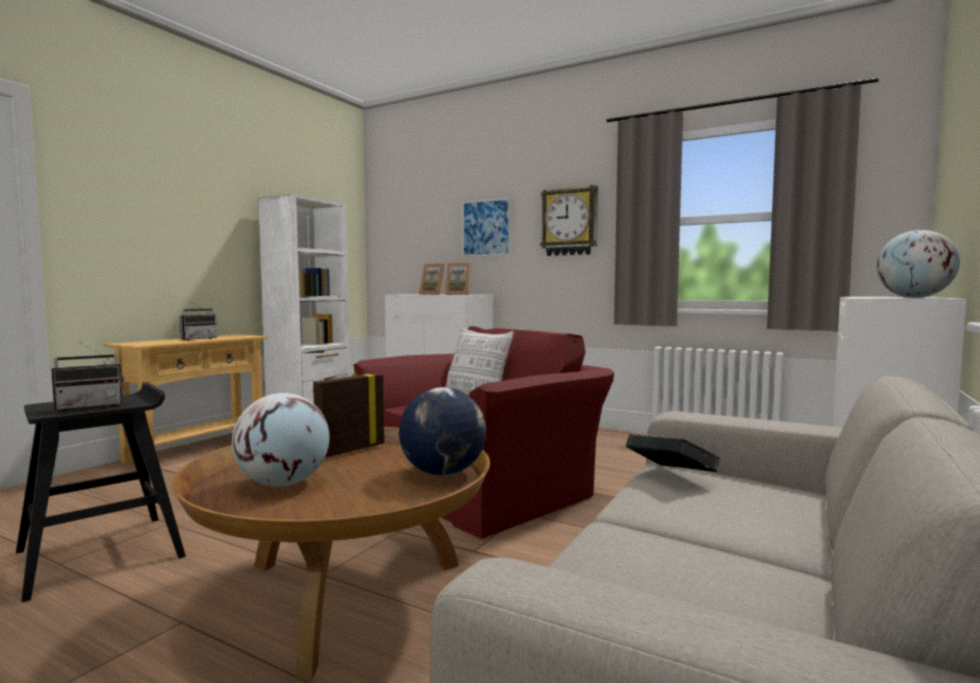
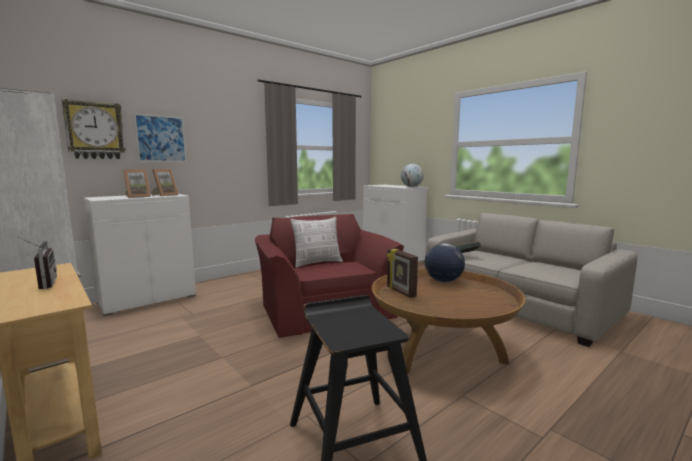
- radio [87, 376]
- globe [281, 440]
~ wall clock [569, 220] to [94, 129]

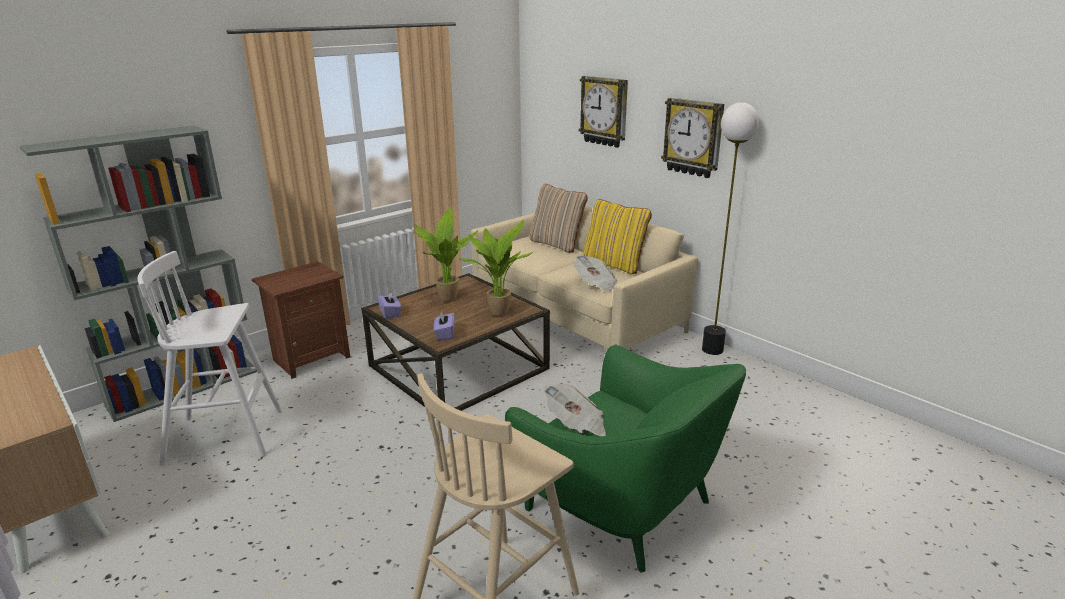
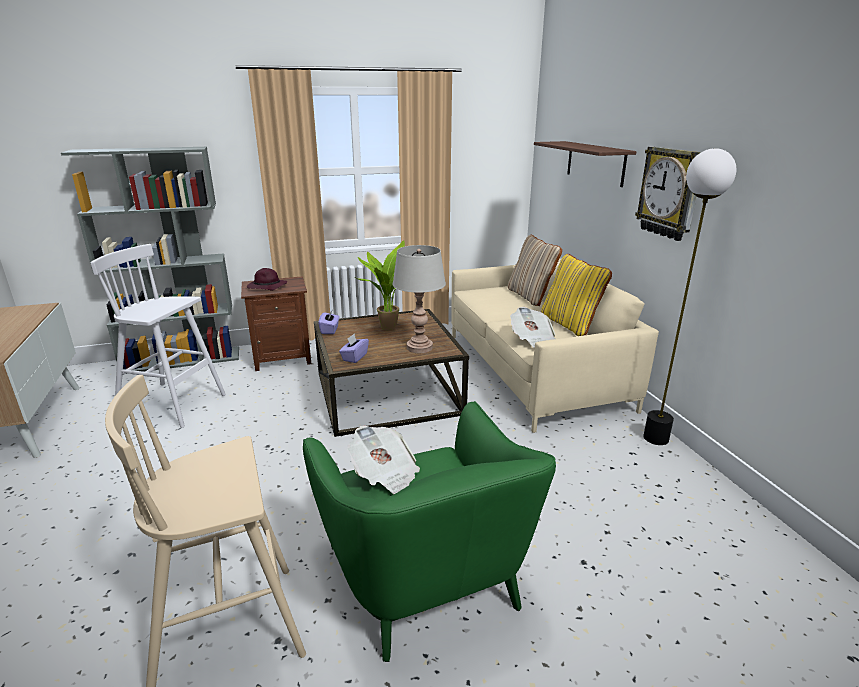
+ hat/purple [267, 279]
~ potted plant [495, 267] to table lamp/grey [419, 299]
~ wall clock [603, 112] to shelf [585, 164]

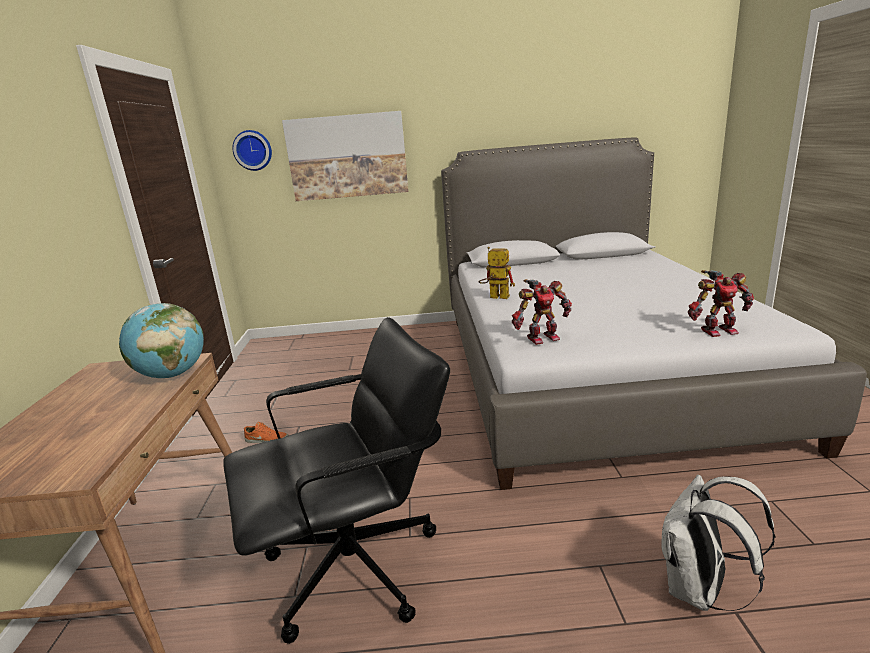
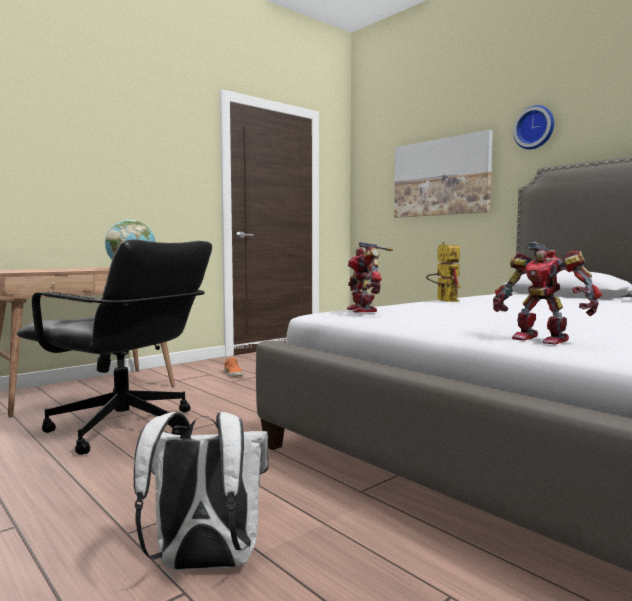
~ wall clock [252, 150] to [533, 127]
~ toy robot [542, 312] = [370, 277] 45 degrees clockwise

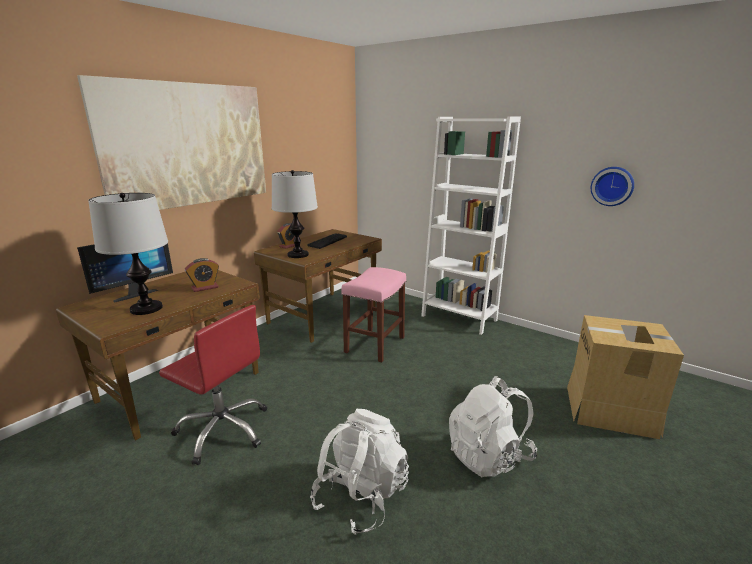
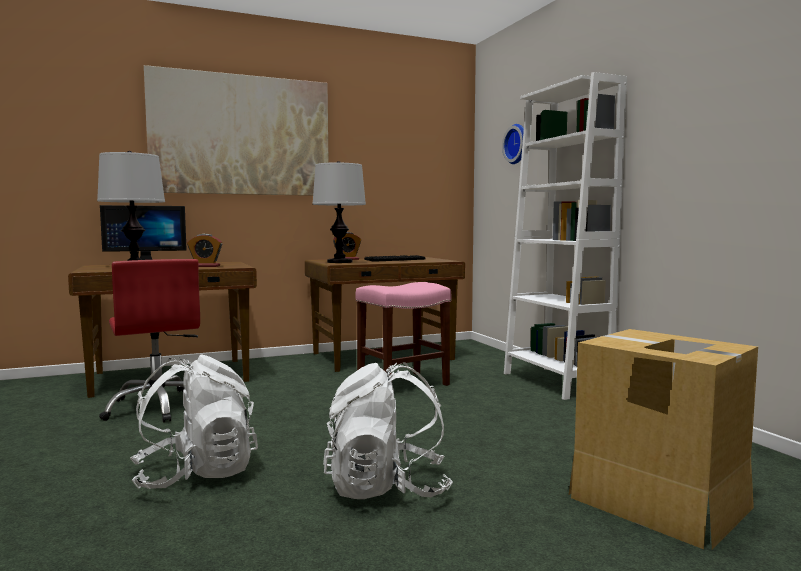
~ wall clock [612, 186] to [513, 144]

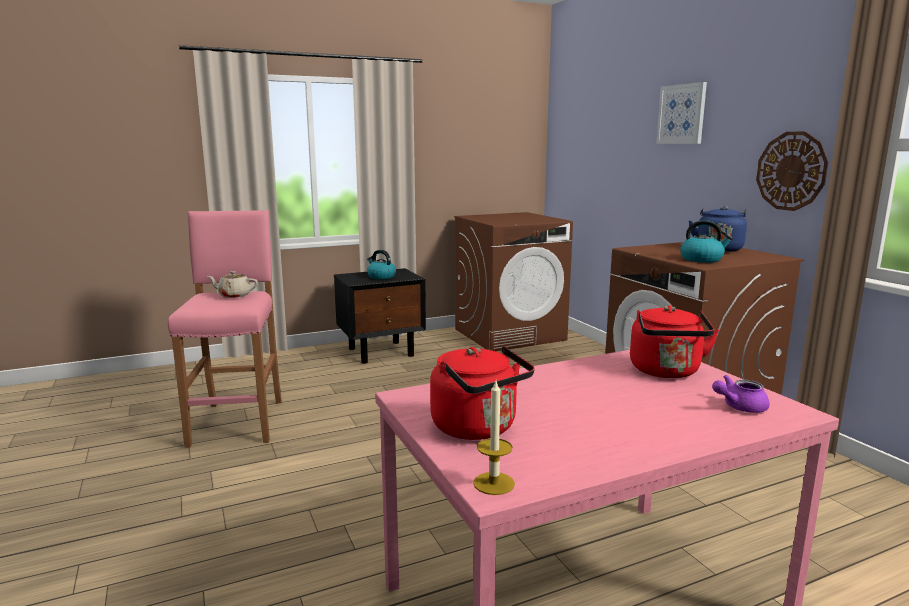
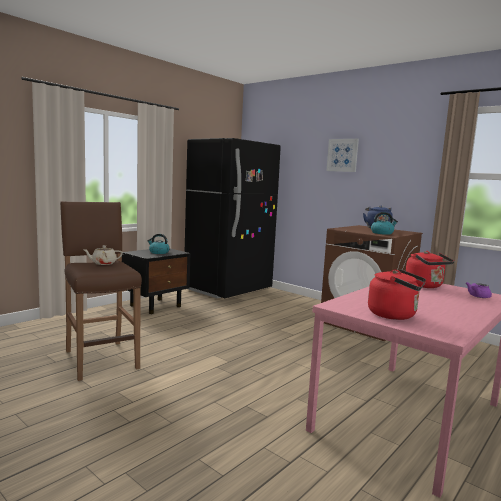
- candle [494, 438]
- wall clock [792, 171]
~ washing machine/brown [513, 281] to fridge/black [233, 218]
~ stool/pink [225, 329] to stool/brown [101, 291]

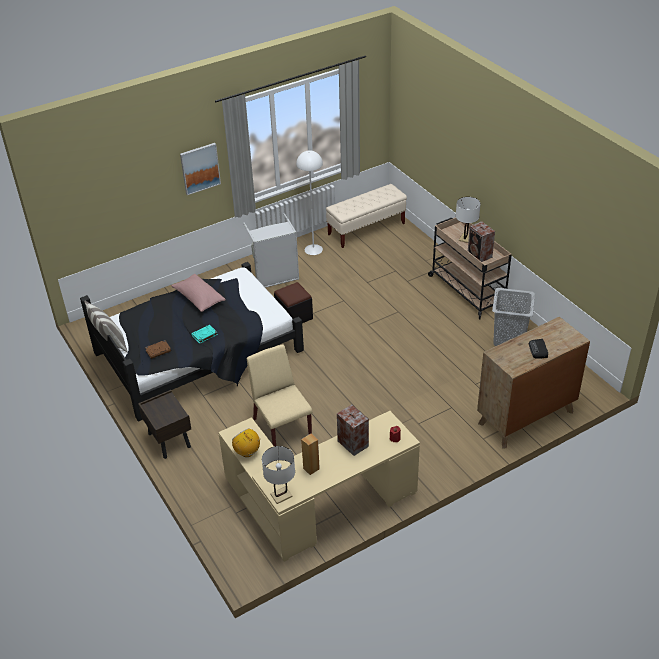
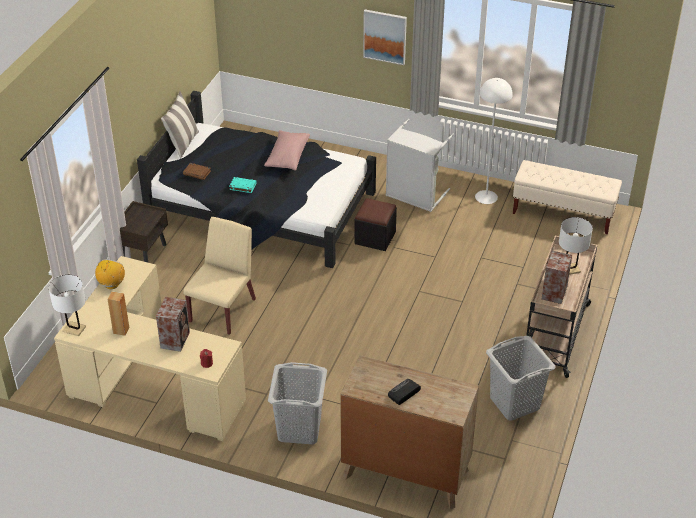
+ laundry basket/grey [297, 403]

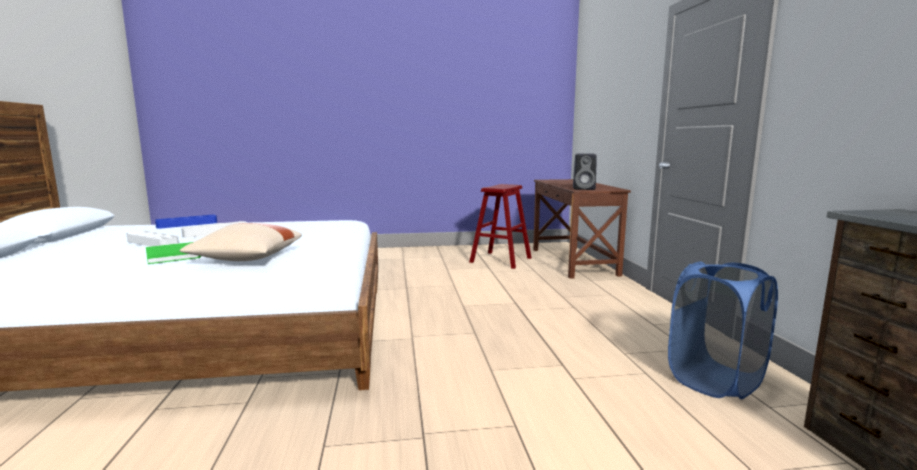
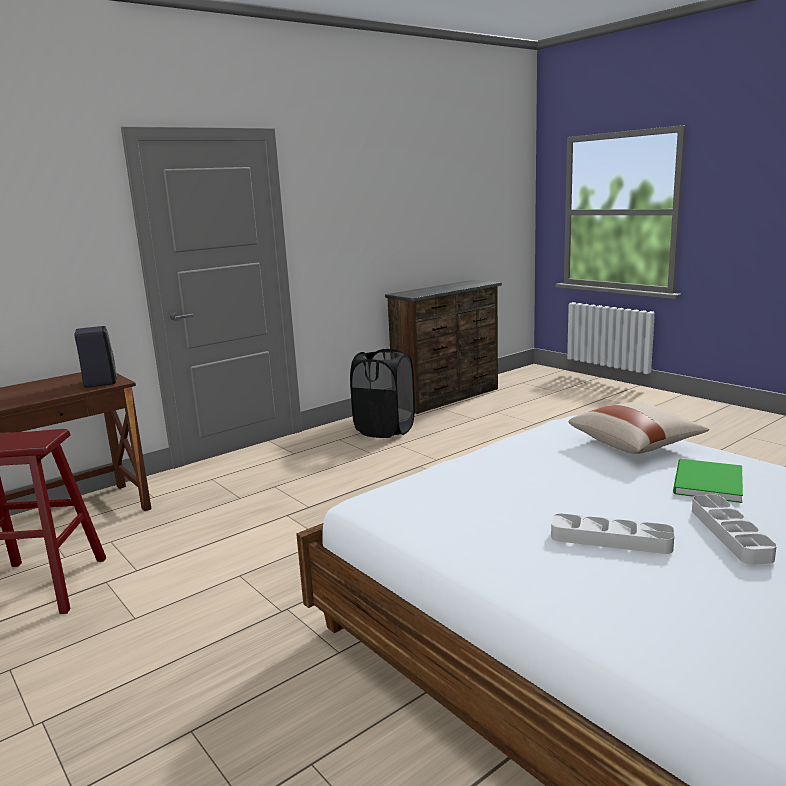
- tray/blue [186, 222]
~ laundry basket/blue [723, 330] to laundry basket/black [382, 393]

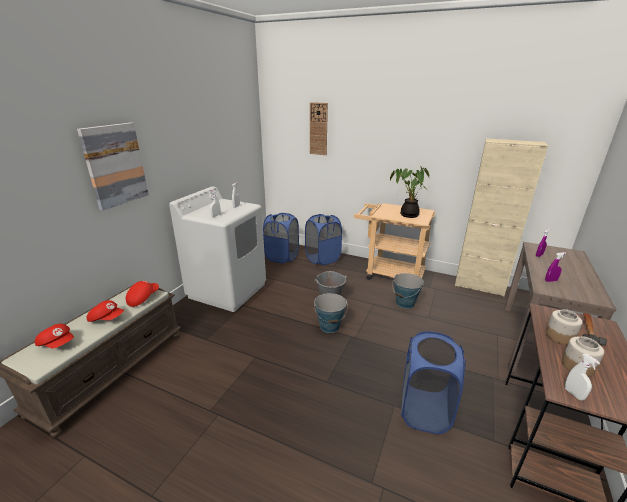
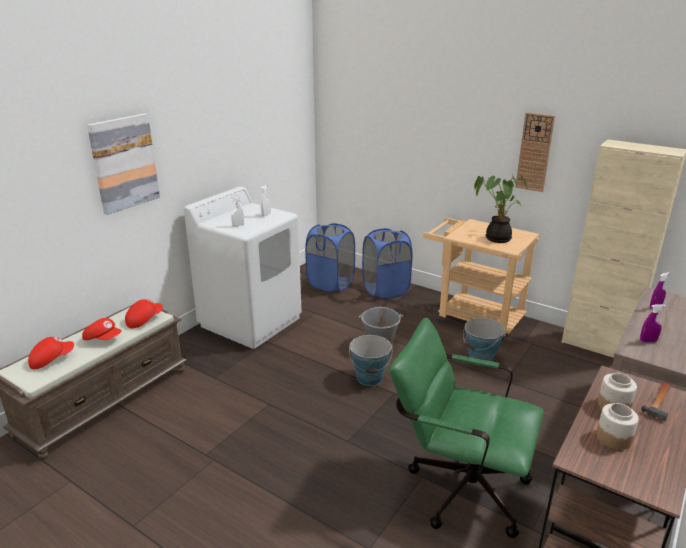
- spray bottle/white [582, 377]
~ wall clock [319, 128] to [535, 152]
~ laundry basket/blue [433, 382] to office chair/green [466, 428]
~ cap/red [54, 336] = [51, 353] 75 degrees counterclockwise

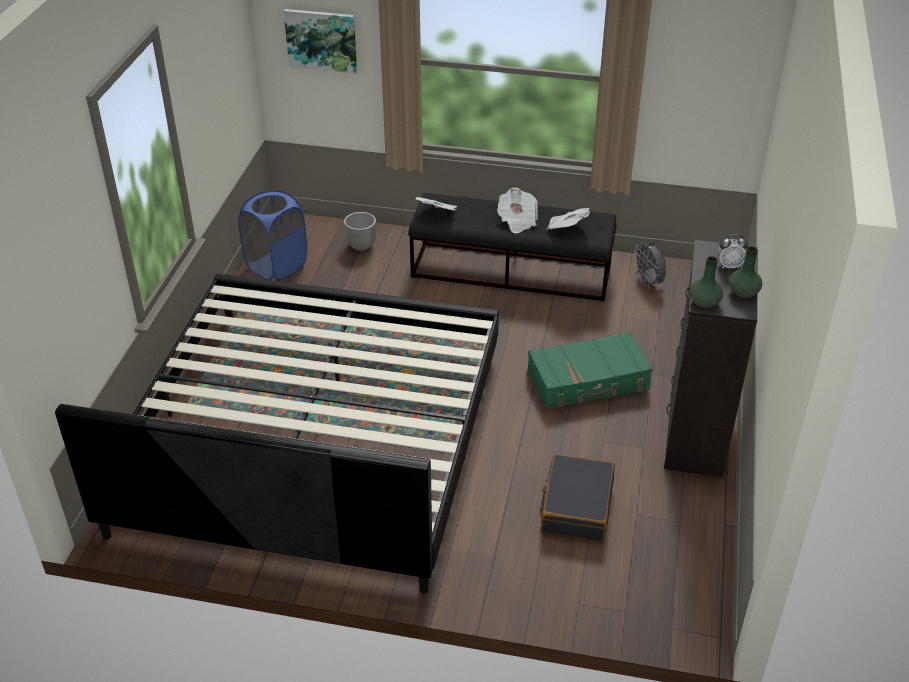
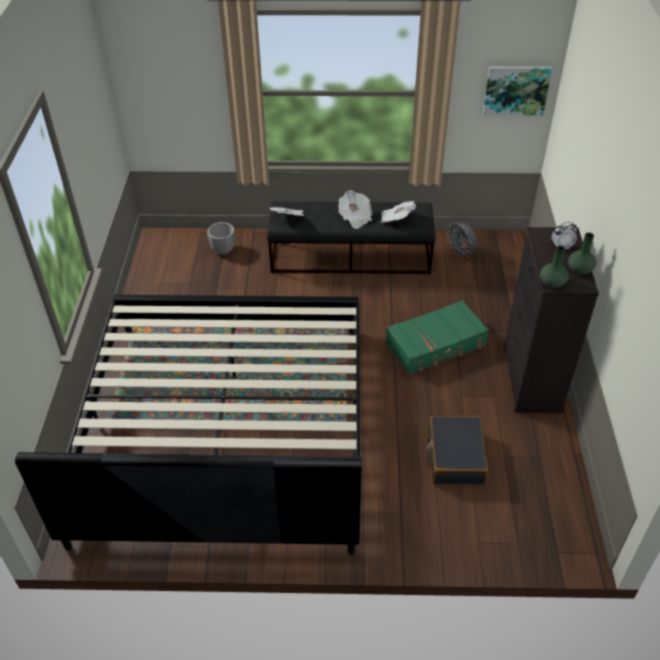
- laundry basket/blue [272, 235]
~ picture [320, 41] to [517, 91]

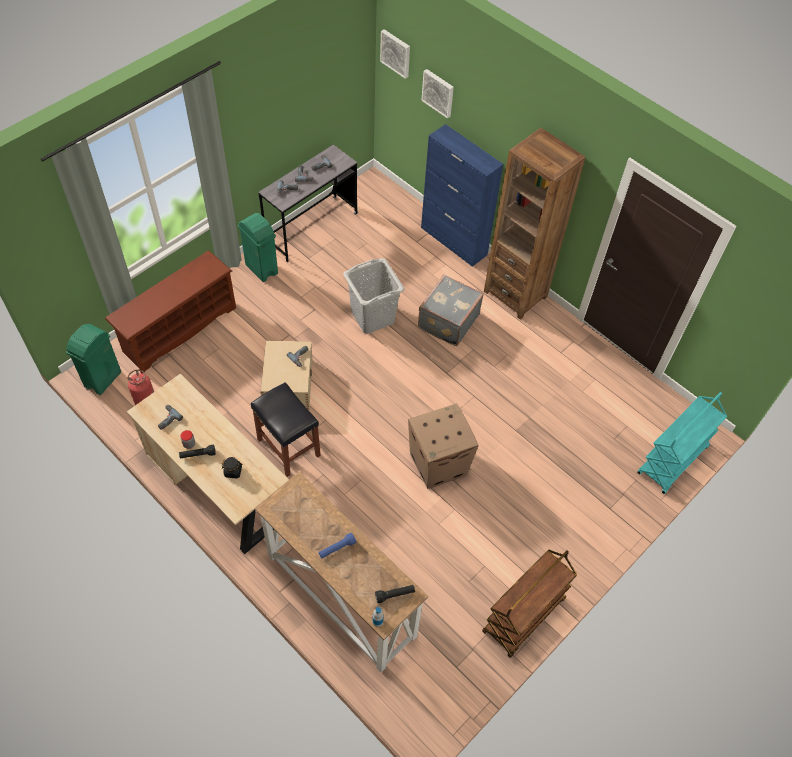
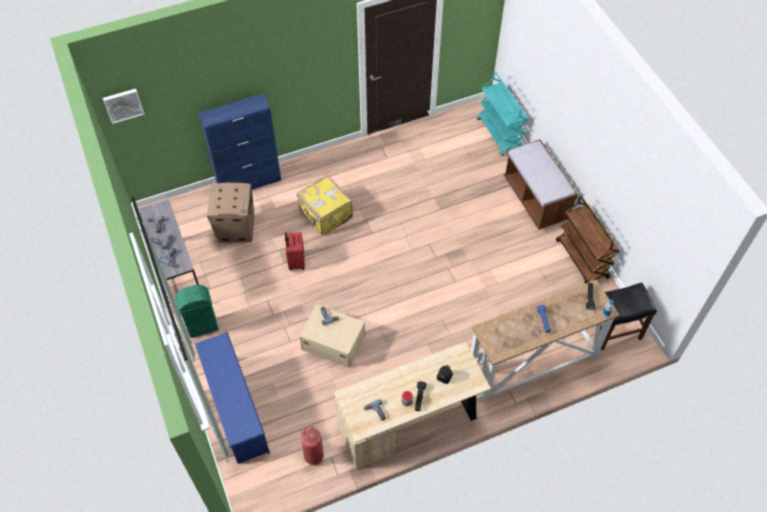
- trash can/green [93, 359]
- picture [437, 94]
- bookcase/brown [535, 224]
+ bench/brown [541, 184]
~ stool/black [286, 429] to [628, 316]
~ cardboard box [443, 446] to [230, 212]
~ laundry basket/grey [373, 296] to suitcase/red [295, 251]
~ shoe rack/brown [170, 312] to shoe rack/blue [232, 398]
~ suitcase/grey [451, 310] to suitcase/yellow [325, 205]

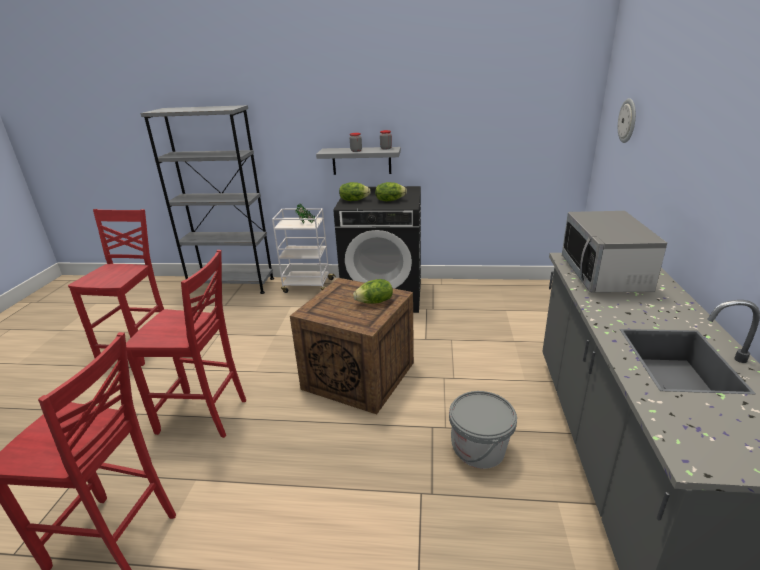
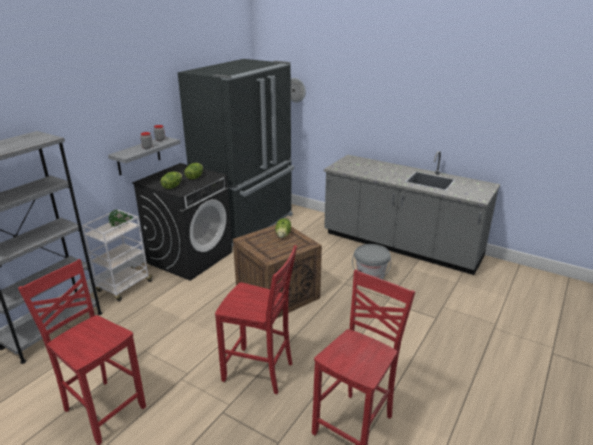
- microwave [614, 251]
+ fridge/black [235, 153]
~ chair/red [186, 344] = [256, 319] 75 degrees clockwise

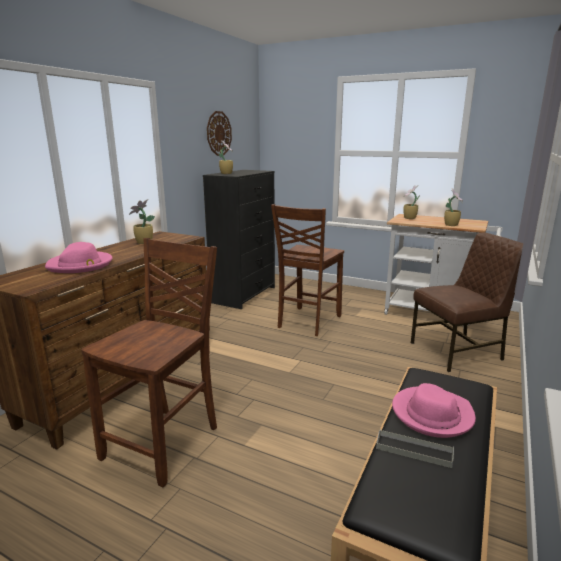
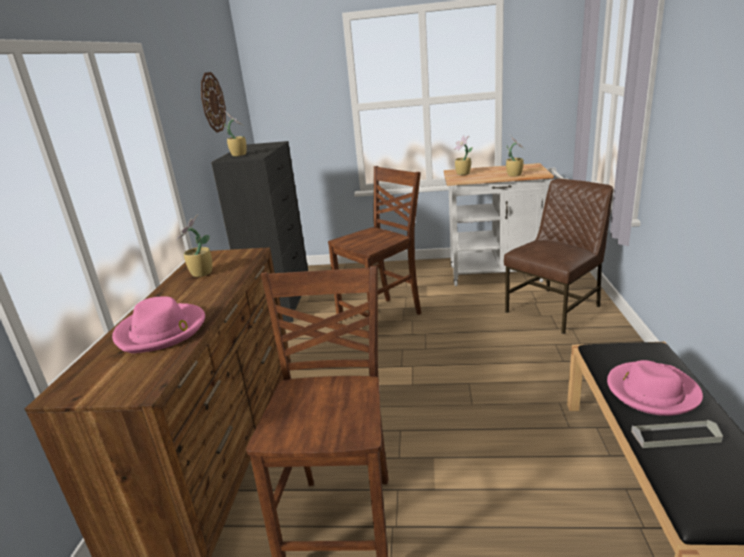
~ chair/brown [307, 270] = [374, 244] 135 degrees counterclockwise

